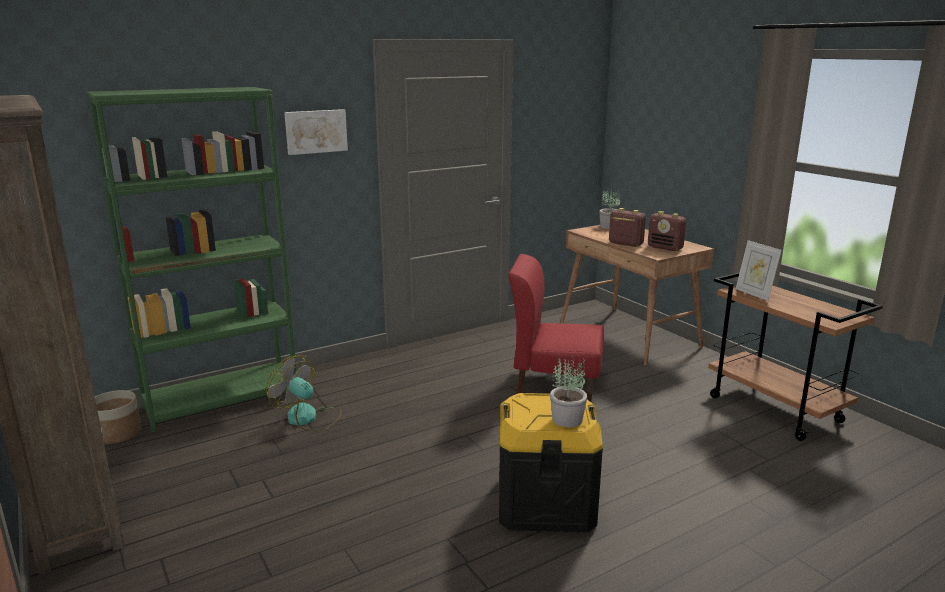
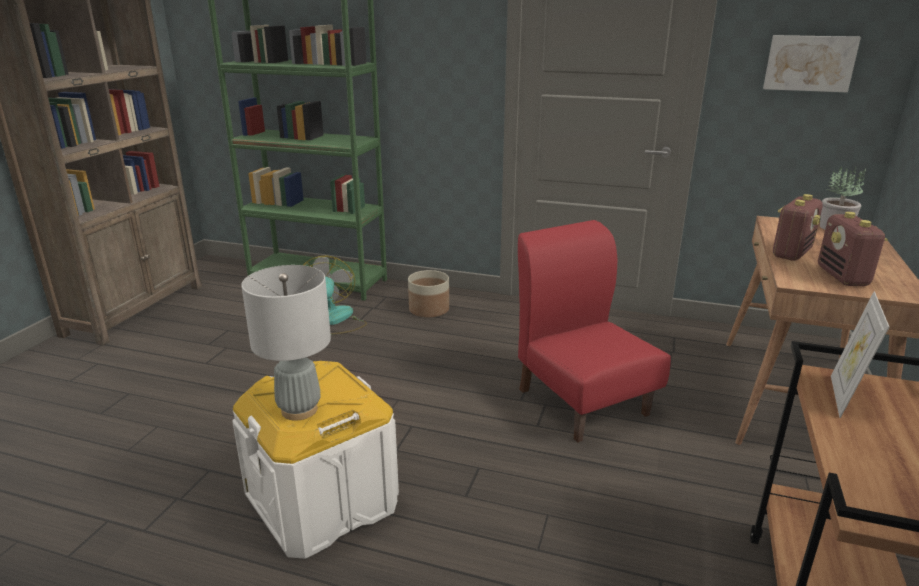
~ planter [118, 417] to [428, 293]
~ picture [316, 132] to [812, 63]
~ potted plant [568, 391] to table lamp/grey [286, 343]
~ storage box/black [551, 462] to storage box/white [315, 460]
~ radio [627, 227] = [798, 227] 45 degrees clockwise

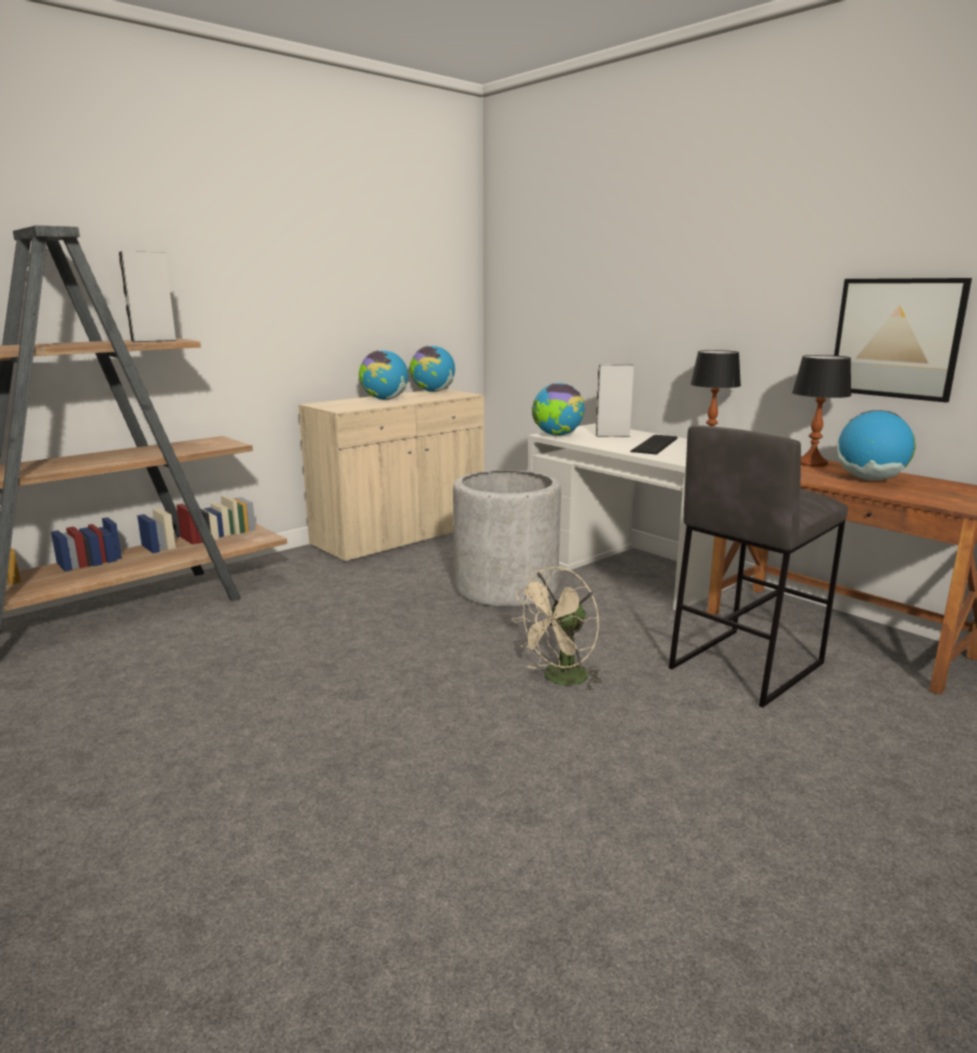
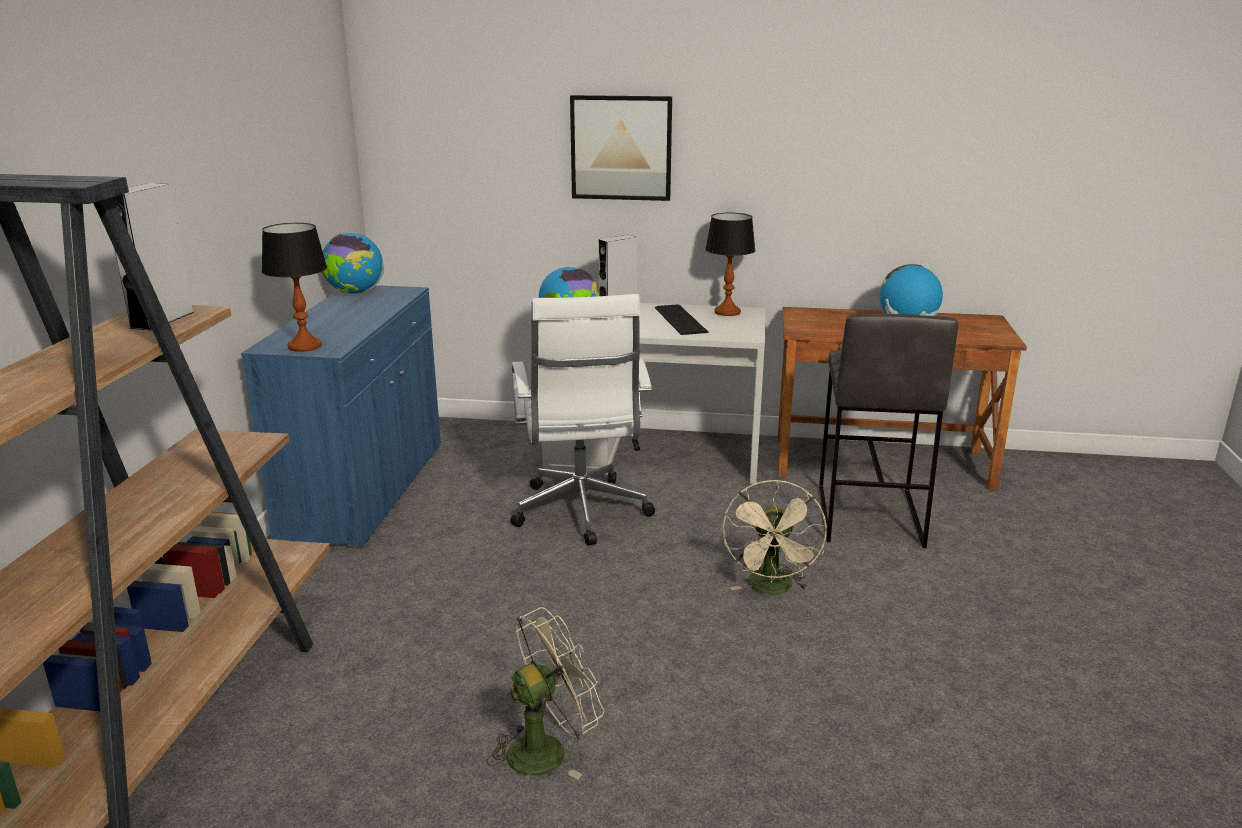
- globe [383, 375]
+ fan/beige [546, 693]
~ table lamp [822, 411] to [294, 287]
~ picture [903, 340] to [621, 148]
~ planter/grey [507, 538] to office chair/white [583, 420]
~ cabinet/beige [391, 476] to cabinet/blue [341, 417]

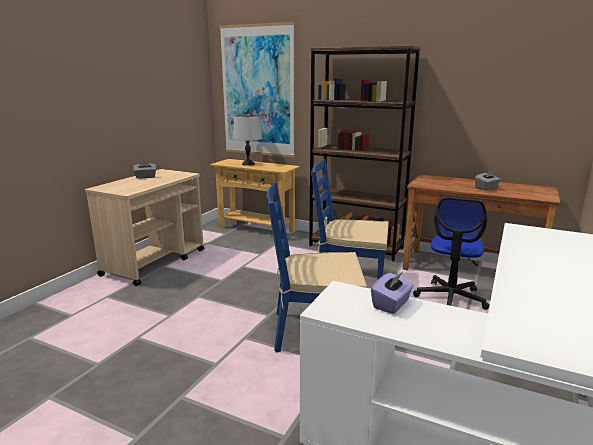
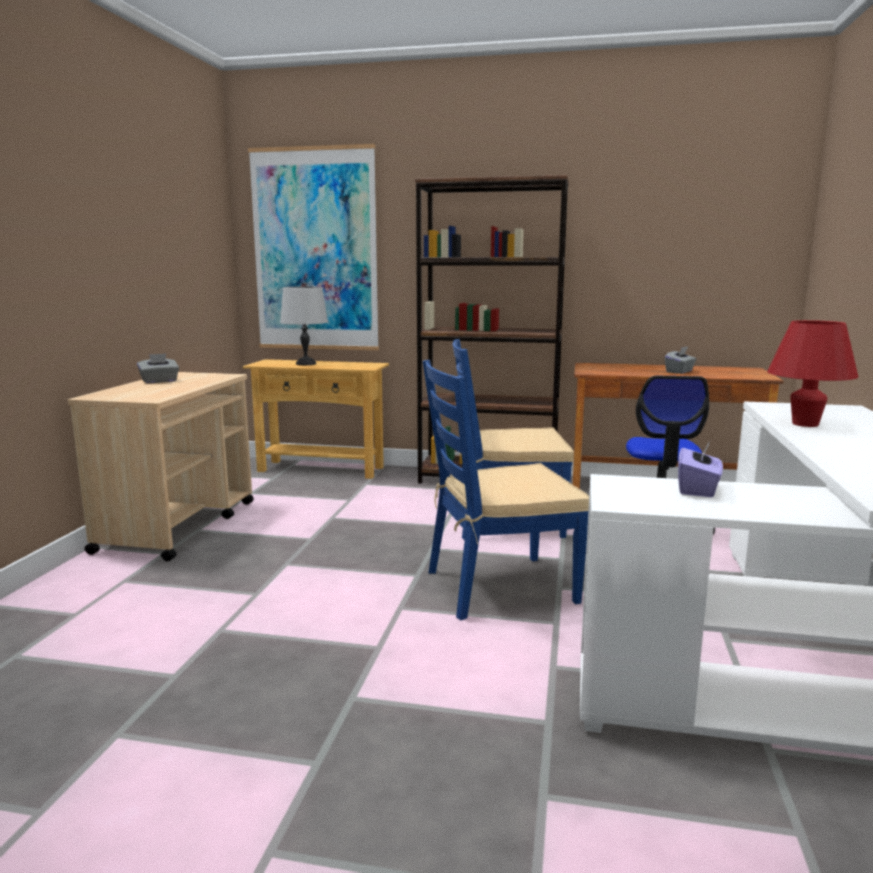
+ table lamp/red [812, 373]

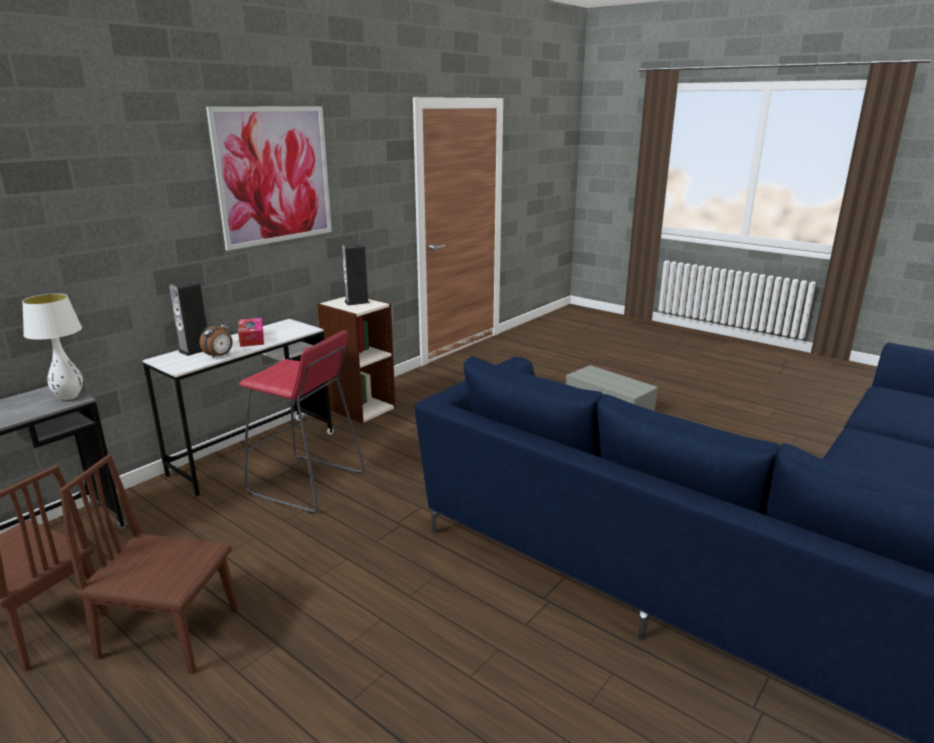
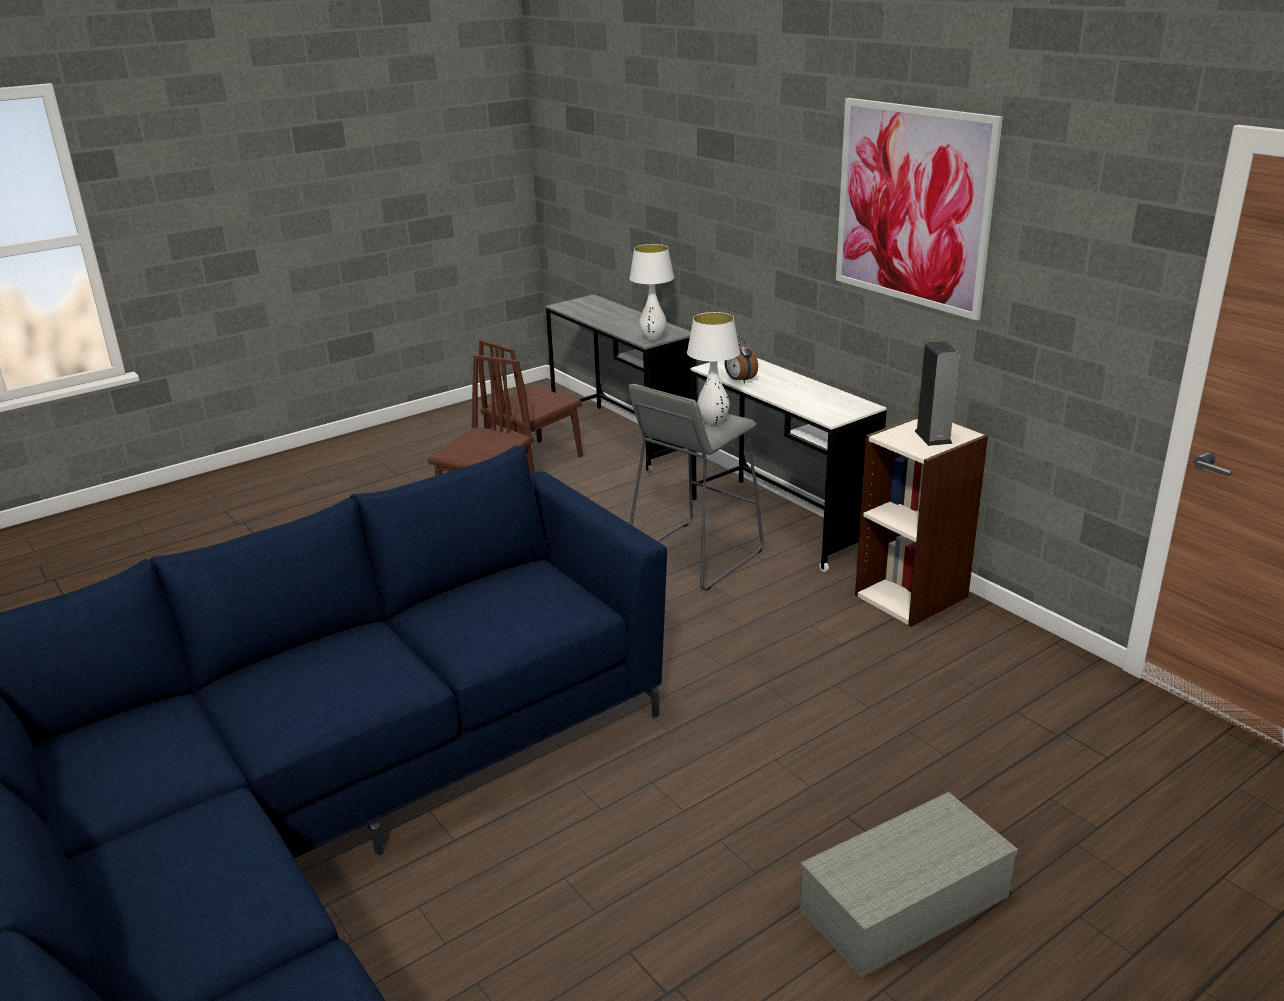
- speaker [188, 318]
- tissue box [251, 332]
+ table lamp/white [713, 368]
~ stool/red [302, 422] to stool/grey [696, 487]

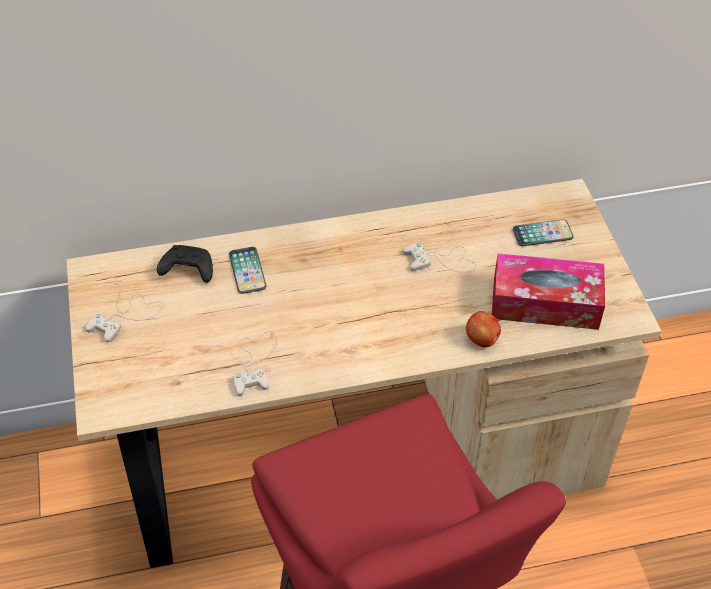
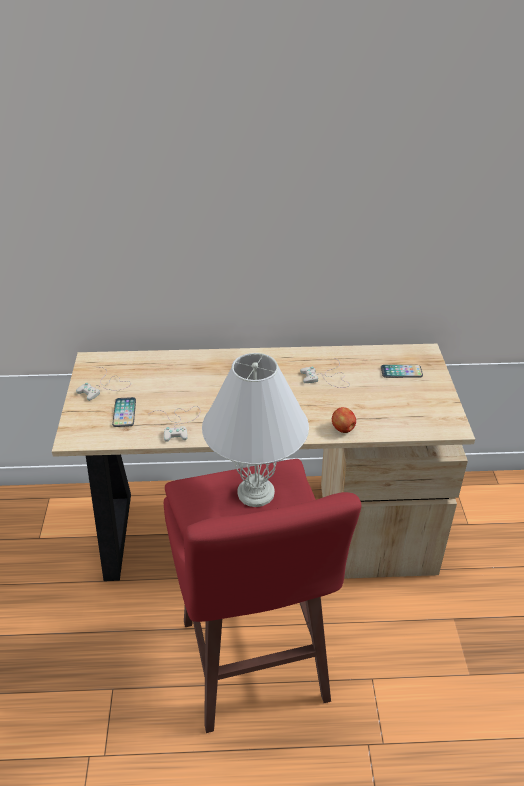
- game controller/black [185, 264]
- tissue box [548, 291]
+ table lamp/white [255, 430]
~ phone [247, 270] to [124, 412]

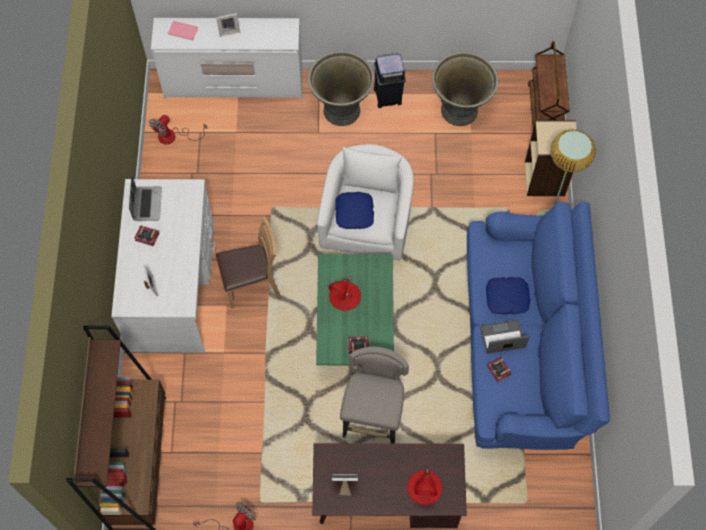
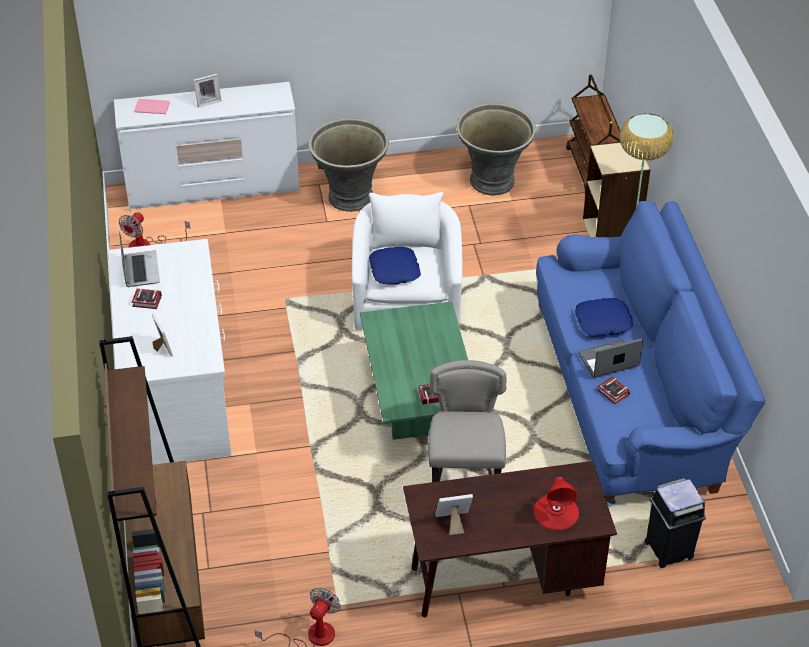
- chair/brown [248, 263]
- table lamp/red [344, 294]
~ trash can/black [390, 80] to [675, 523]

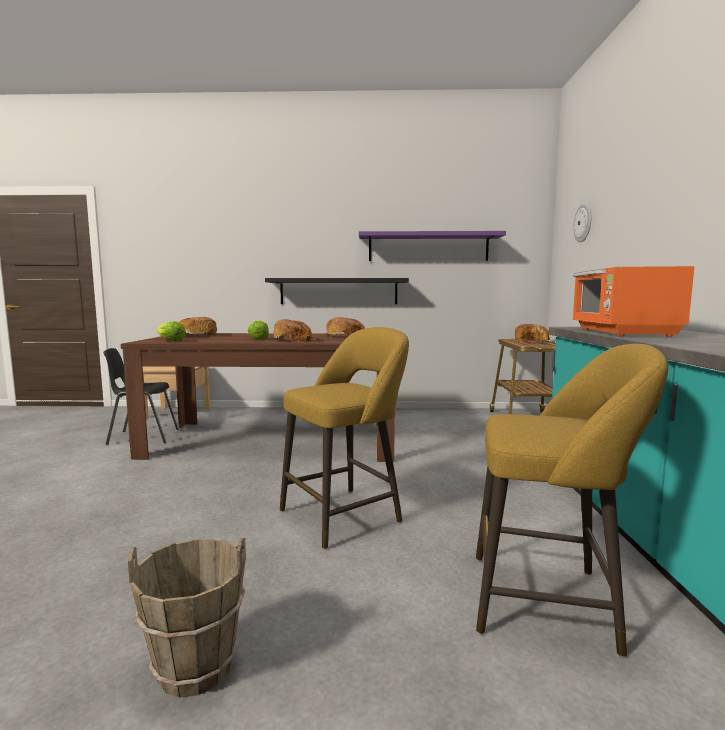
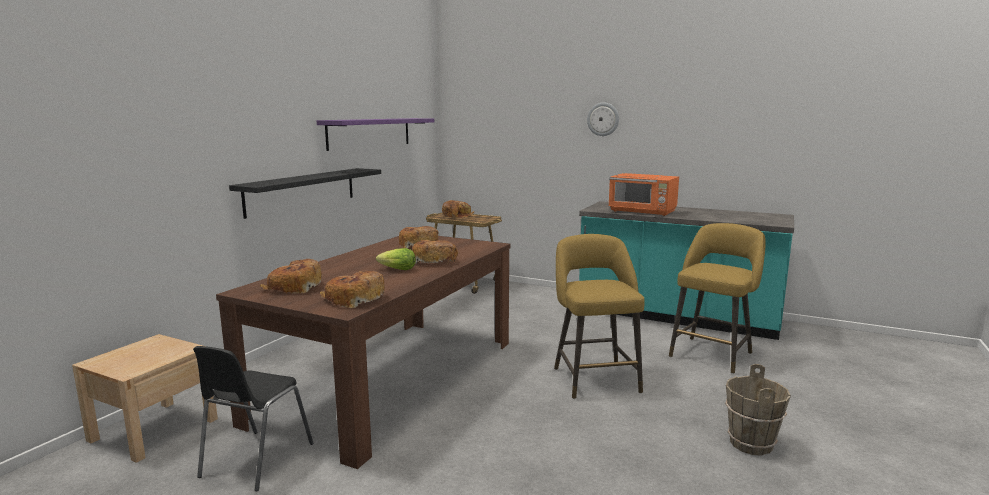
~ wall clock [582, 223] to [603, 119]
~ lettuce [171, 331] to bread [352, 289]

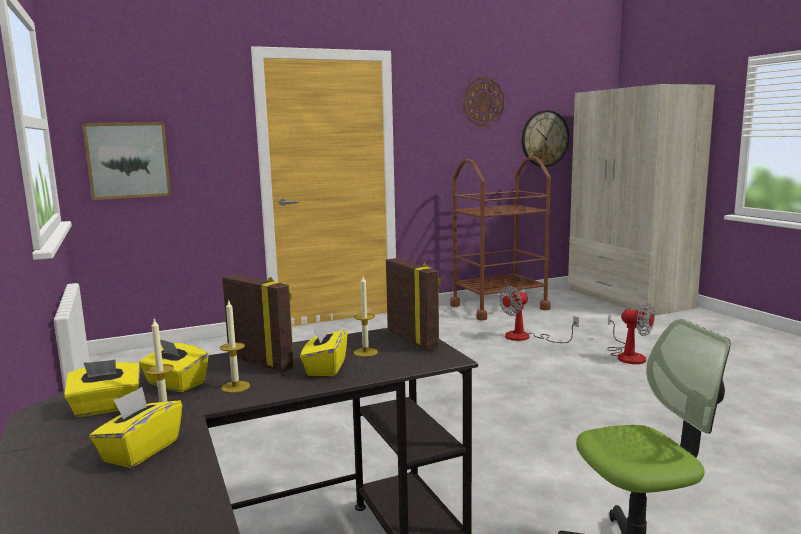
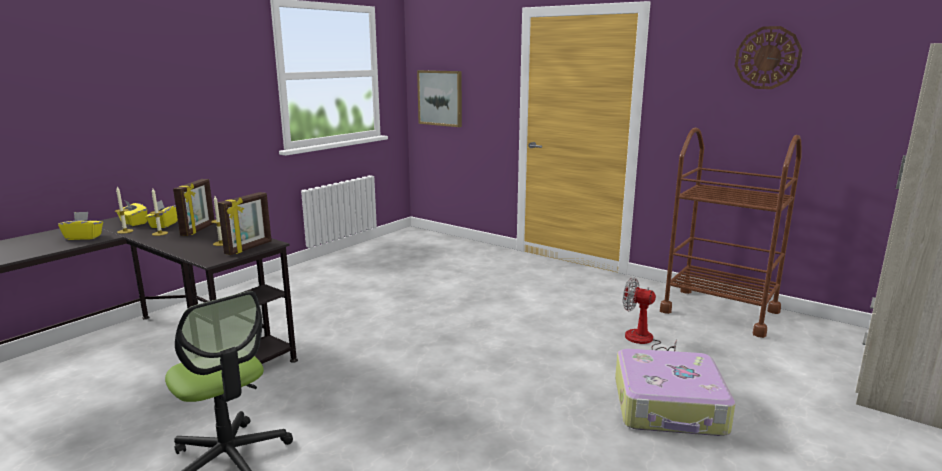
- tissue box/yellow [324, 348]
- wall clock [545, 138]
~ fan [631, 333] to suitcase [675, 392]

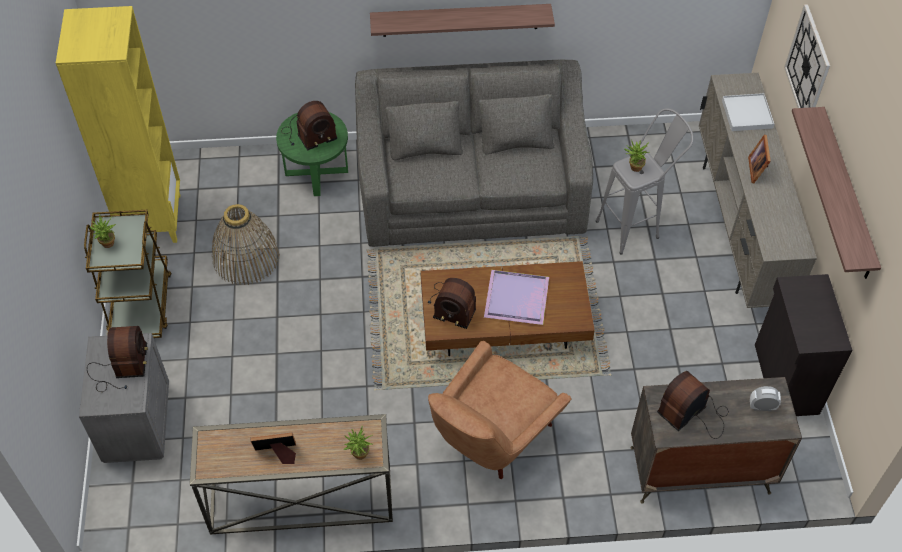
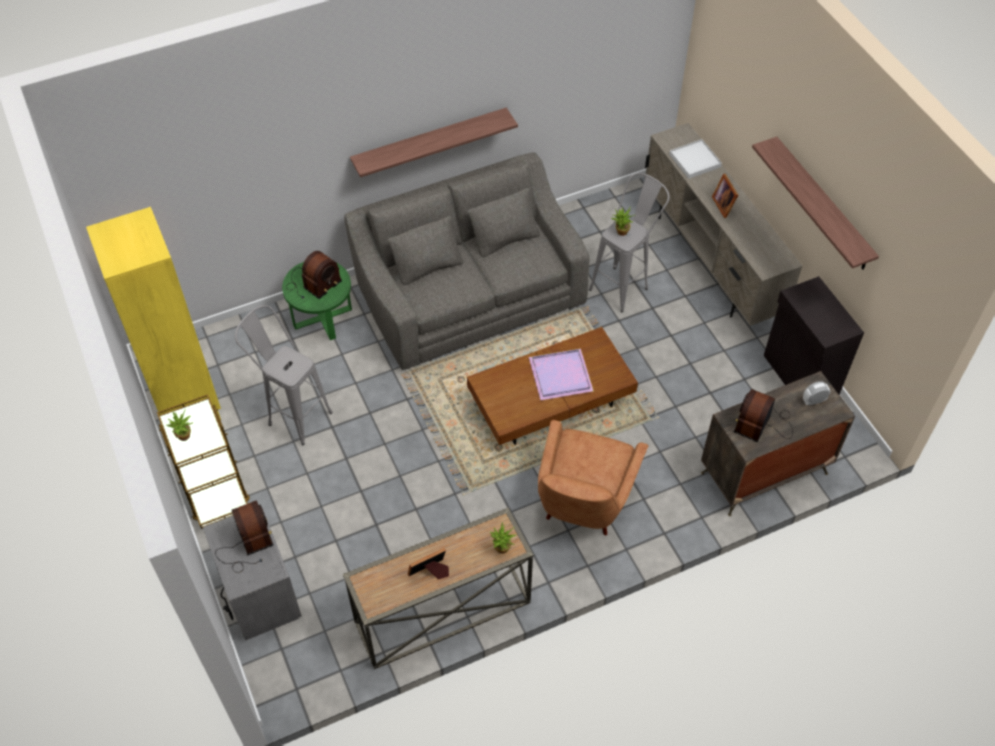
- radio [452, 303]
- wall clock [807, 56]
~ basket [246, 244] to stool/grey [284, 375]

